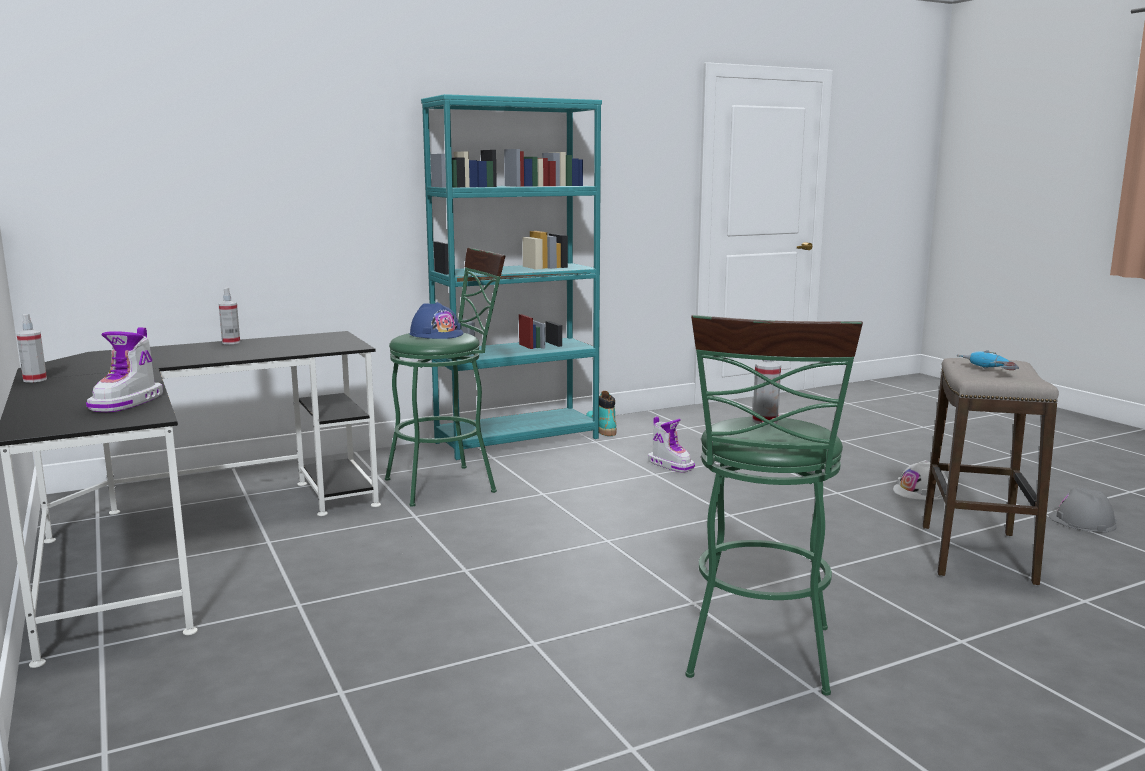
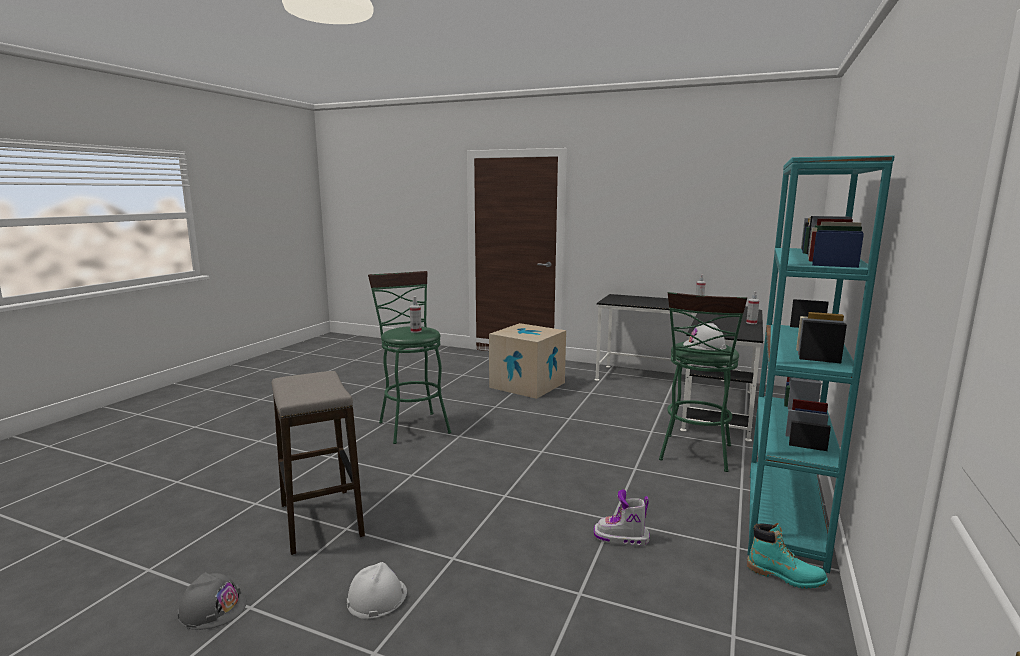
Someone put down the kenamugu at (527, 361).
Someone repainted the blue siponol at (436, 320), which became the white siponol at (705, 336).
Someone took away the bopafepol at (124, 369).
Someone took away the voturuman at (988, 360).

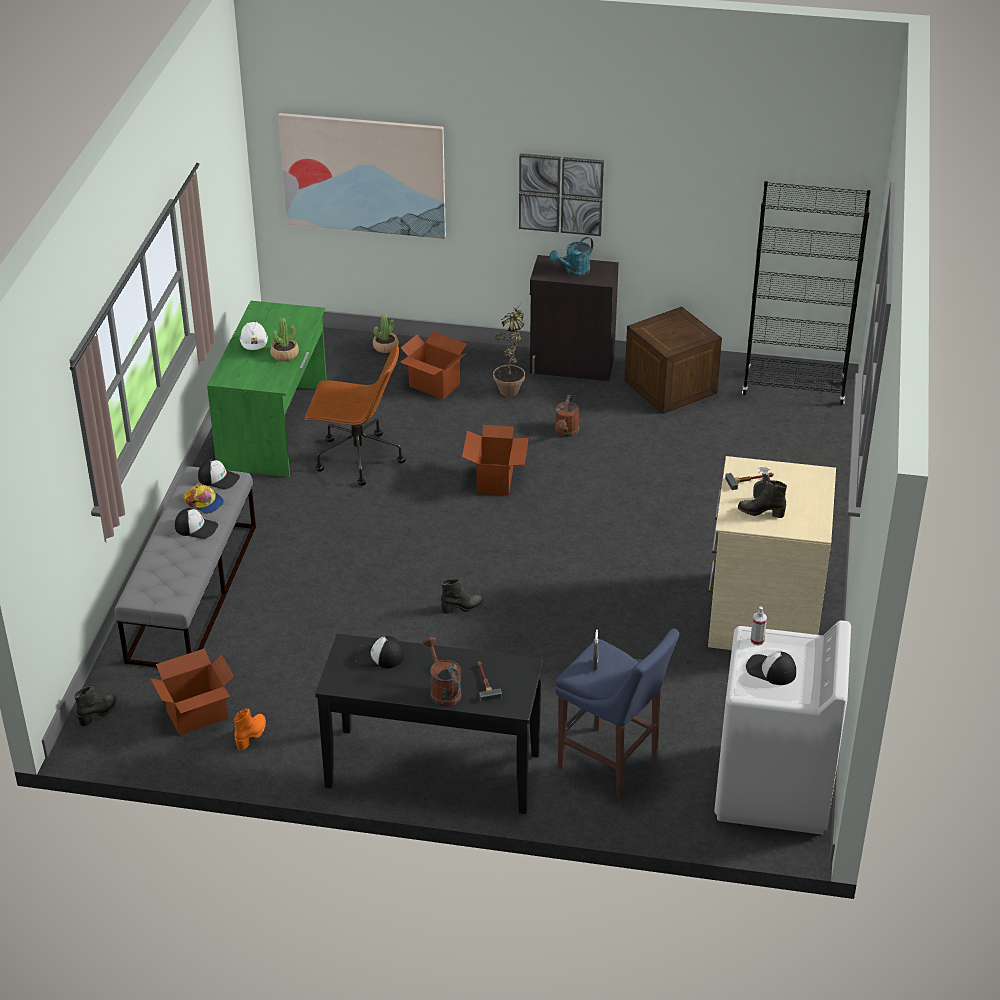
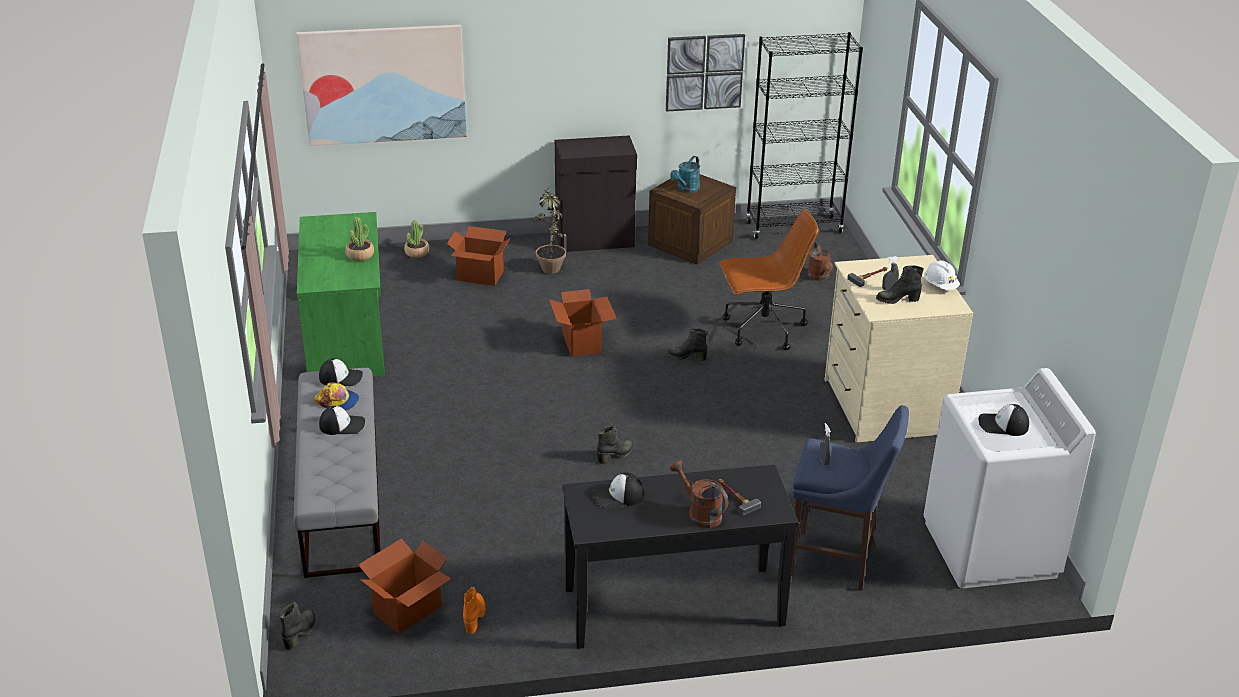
Someone carried the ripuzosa from (561, 194) to (705, 73).
Someone put down the black bopafepol at (687, 344).
Someone carried the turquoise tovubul from (571, 257) to (685, 174).
Someone carried the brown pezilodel from (354, 415) to (769, 279).
Someone carried the brown tovubul from (567, 416) to (820, 261).
Someone carried the white siponol from (254, 336) to (942, 275).
Someone took away the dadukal at (758, 626).

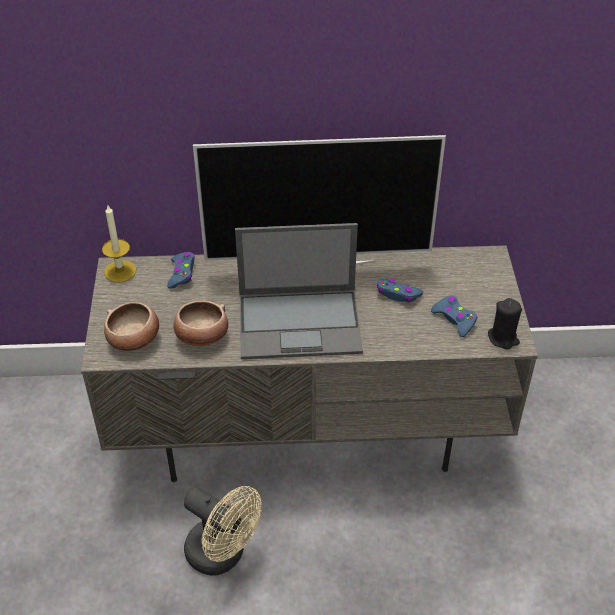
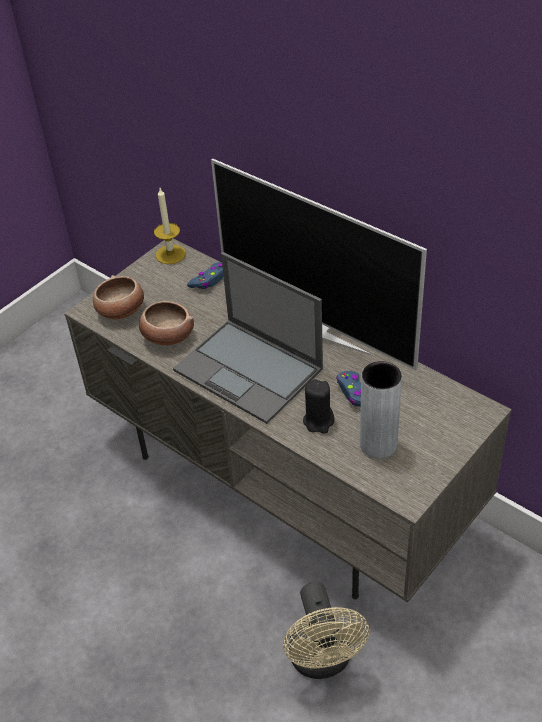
Someone carried the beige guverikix from (223, 531) to (326, 630).
Someone carried the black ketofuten from (505, 324) to (318, 406).
Someone swapped the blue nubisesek at (454, 316) for the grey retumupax at (381, 410).

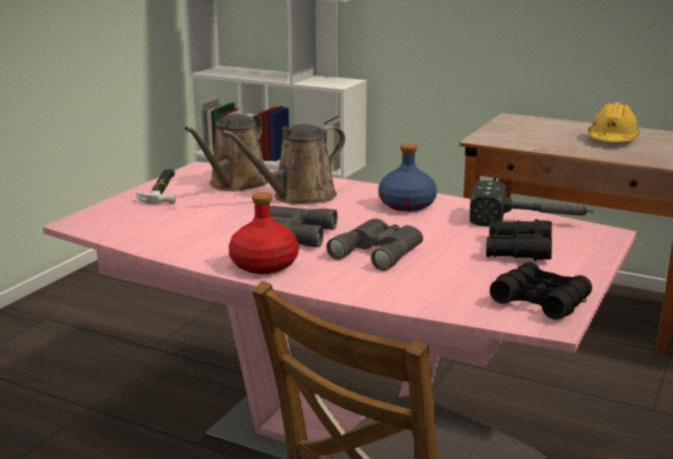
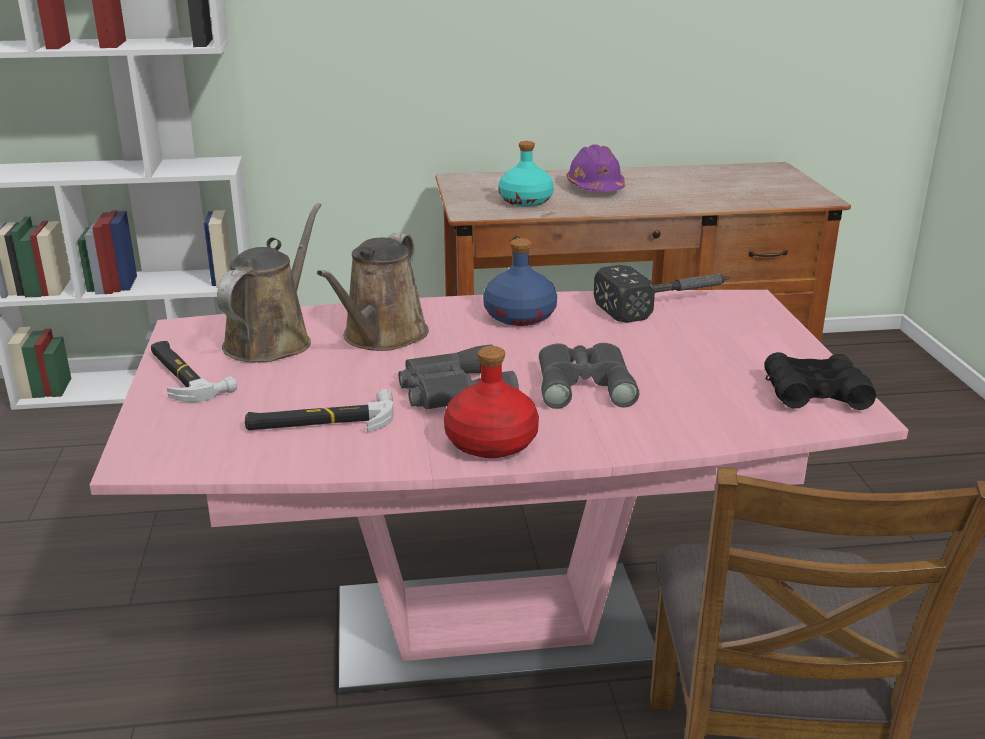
Someone rotated the brown tovubul at (226, 152) by 150 degrees counterclockwise.
Someone put down the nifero at (319, 410).
Someone put down the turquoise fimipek at (526, 174).
Someone repainted the yellow siponol at (614, 122), which became the purple siponol at (595, 168).
Someone took away the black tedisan at (519, 240).

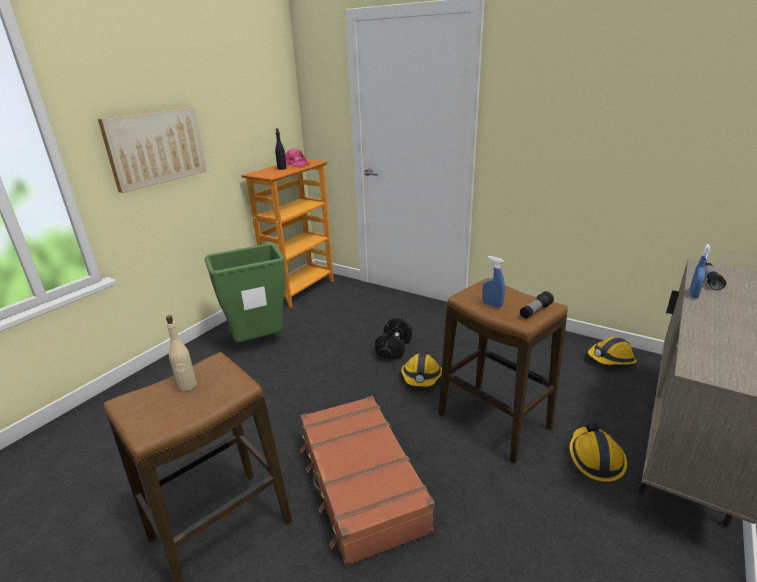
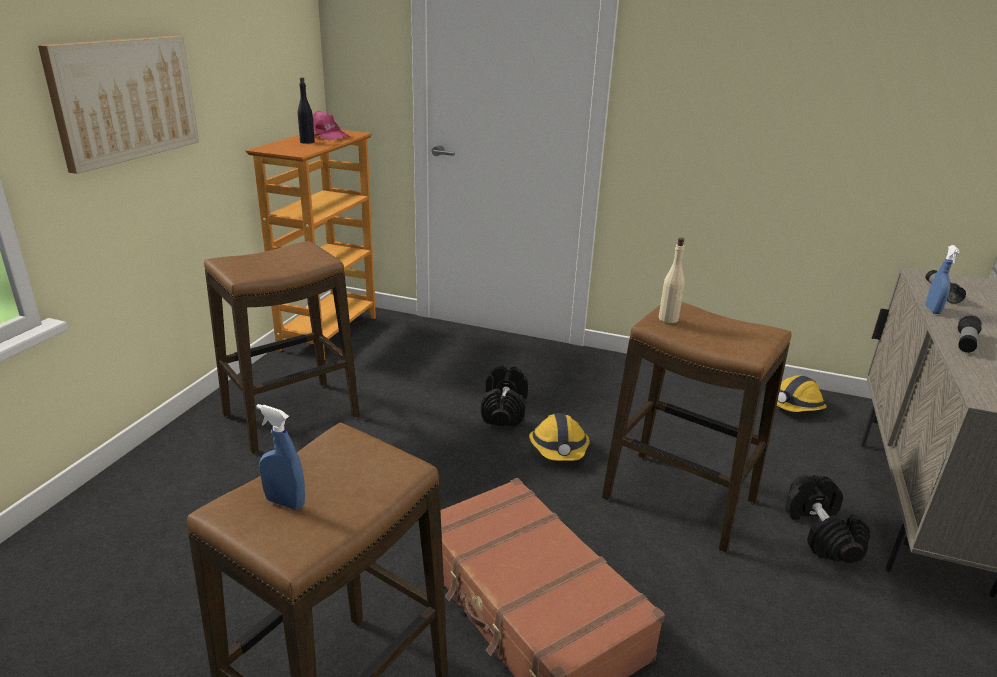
Someone swapped the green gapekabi at (245, 293) for the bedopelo at (282, 347).
Someone carried the blue dadukal from (493, 282) to (280, 457).
Someone carried the beige fimipek from (181, 353) to (672, 280).
Someone swapped the siponol at (598, 452) for the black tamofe at (828, 519).
Someone carried the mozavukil from (537, 304) to (970, 334).

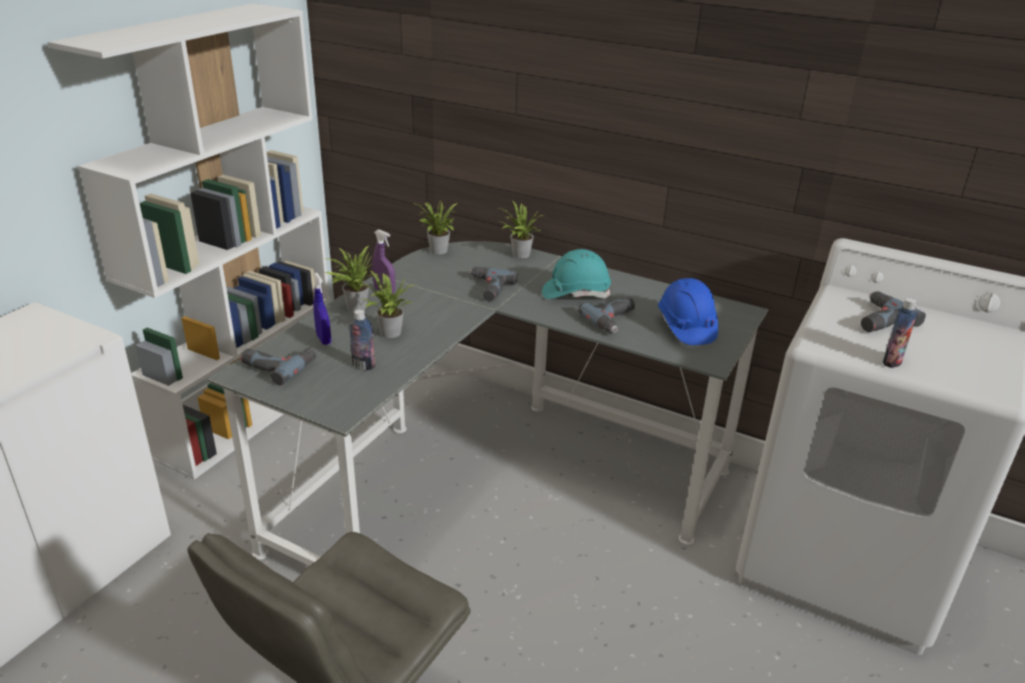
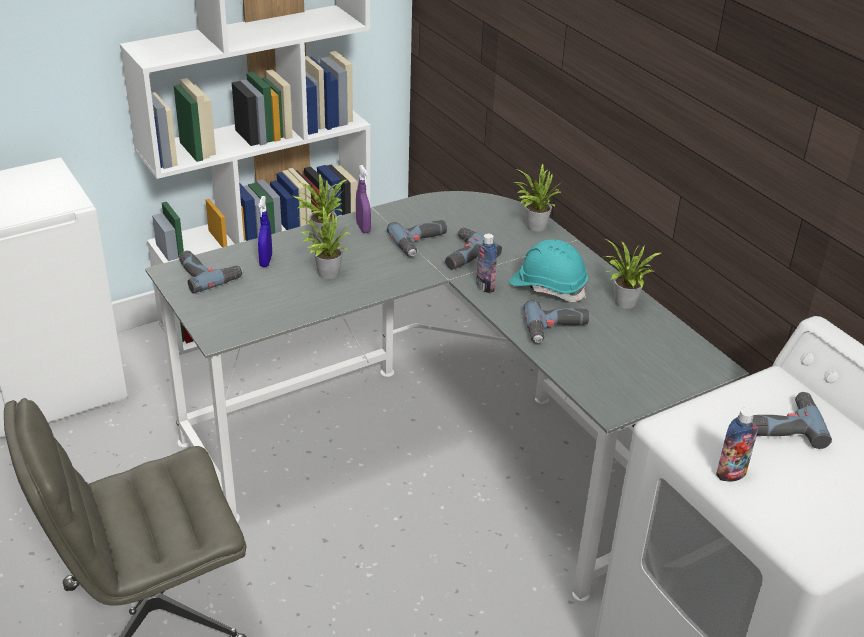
Someone put down the voturuman at (417, 238).
Someone carried the fimipek from (362, 339) to (486, 263).
Someone carried the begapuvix from (434, 227) to (633, 274).
Someone took away the blue siponol at (688, 311).

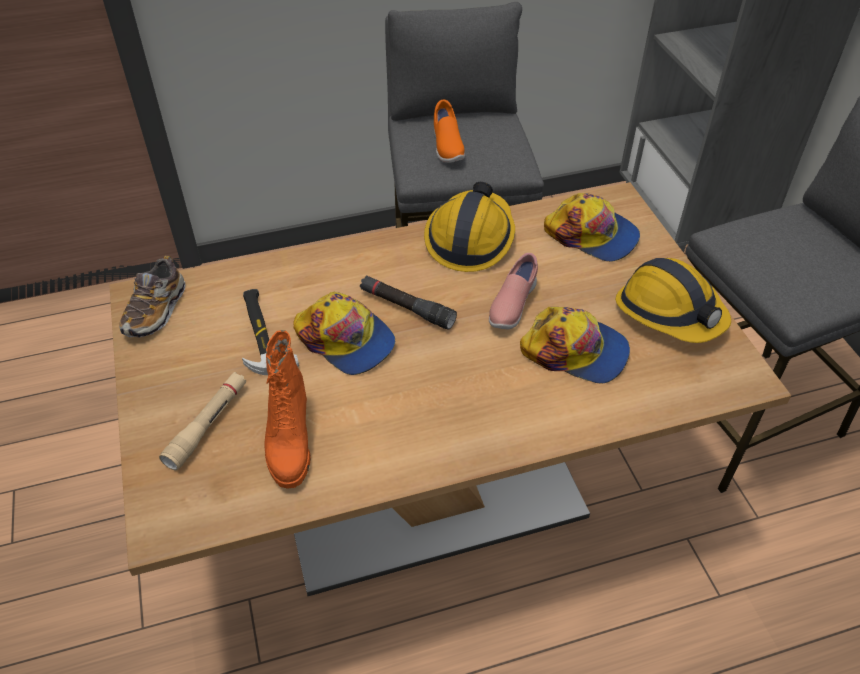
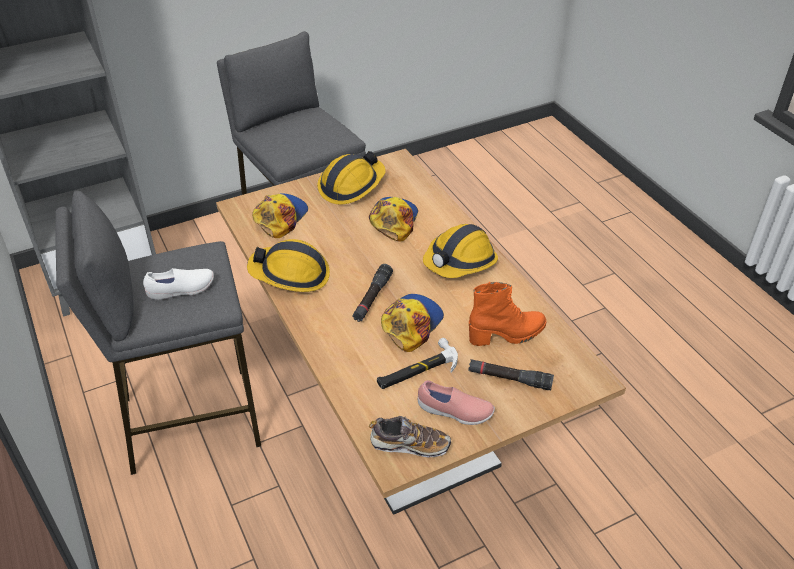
Someone repainted the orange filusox at (449, 131), which became the white filusox at (178, 284).
Someone carried the pink filusox from (513, 291) to (456, 402).
Someone put down the siponol at (460, 251).
Someone repainted the beige mozavukil at (202, 421), which became the black mozavukil at (511, 374).

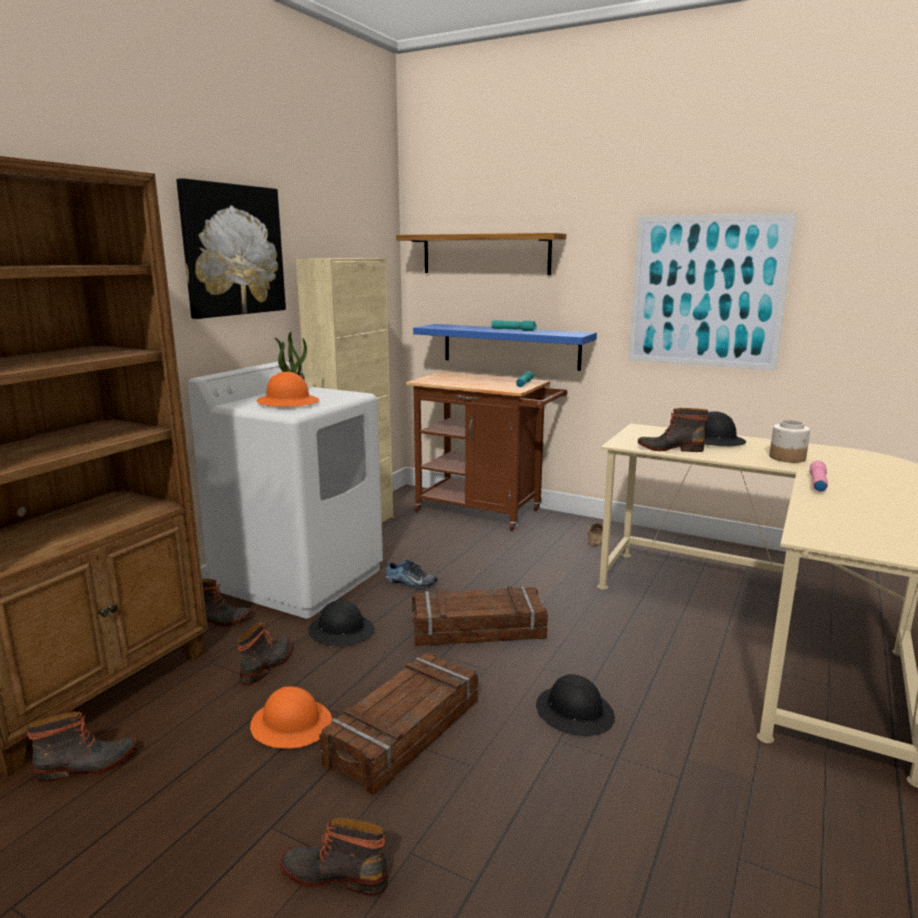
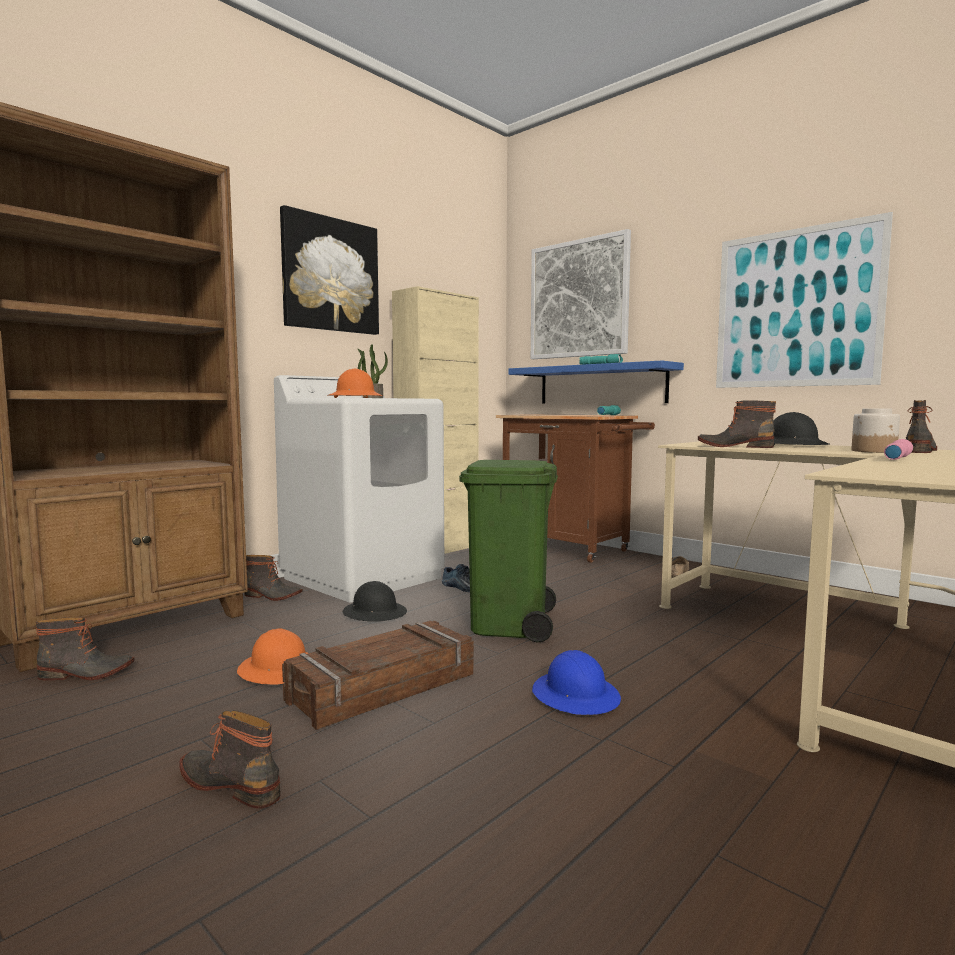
Someone swapped the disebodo at (480, 616) for the green gapekabi at (508, 551).
Someone swapped the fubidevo at (481, 254) for the ripuzosa at (581, 294).
Someone repainted the black siponol at (575, 705), which became the blue siponol at (576, 682).
Someone carried the bopafepol from (265, 653) to (921, 426).

